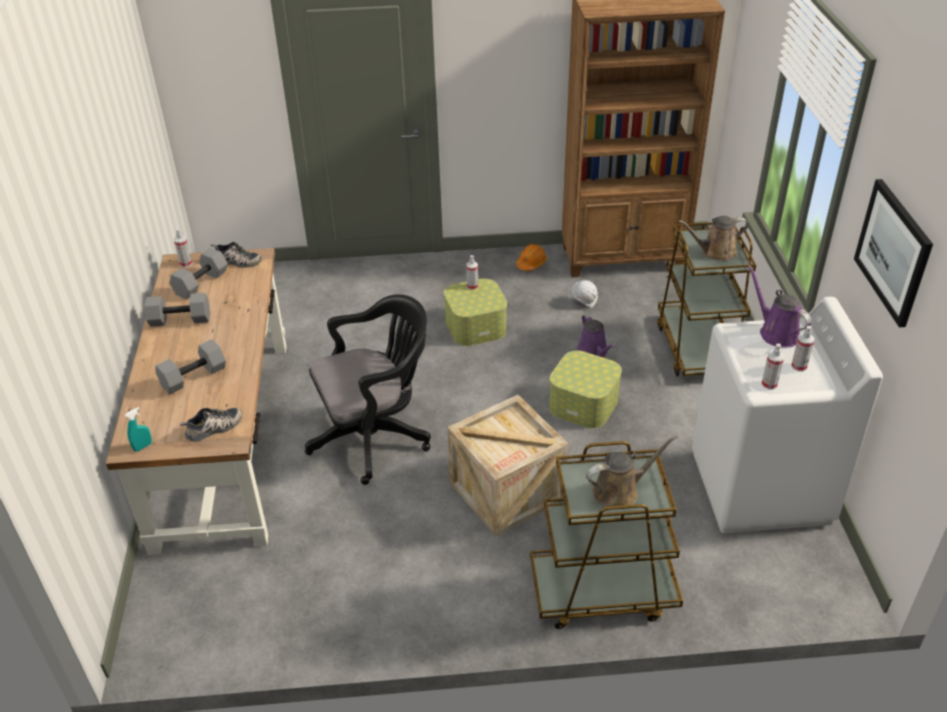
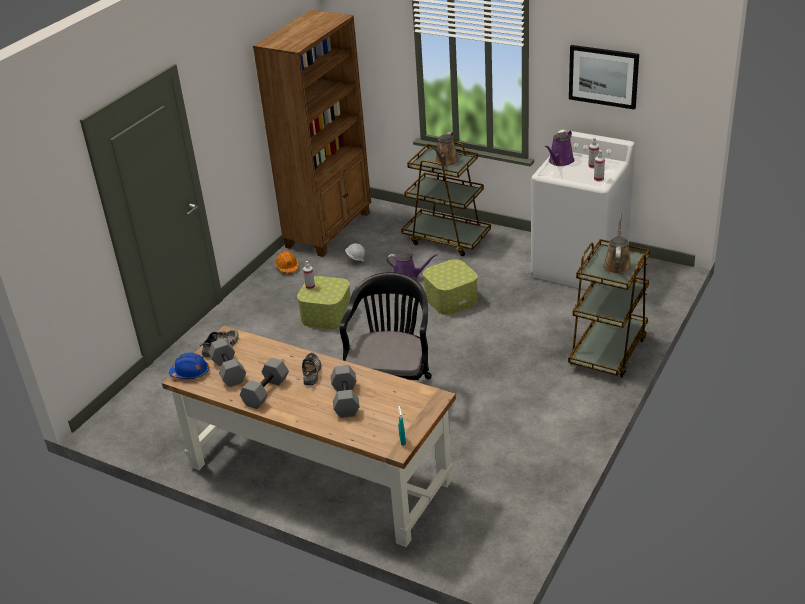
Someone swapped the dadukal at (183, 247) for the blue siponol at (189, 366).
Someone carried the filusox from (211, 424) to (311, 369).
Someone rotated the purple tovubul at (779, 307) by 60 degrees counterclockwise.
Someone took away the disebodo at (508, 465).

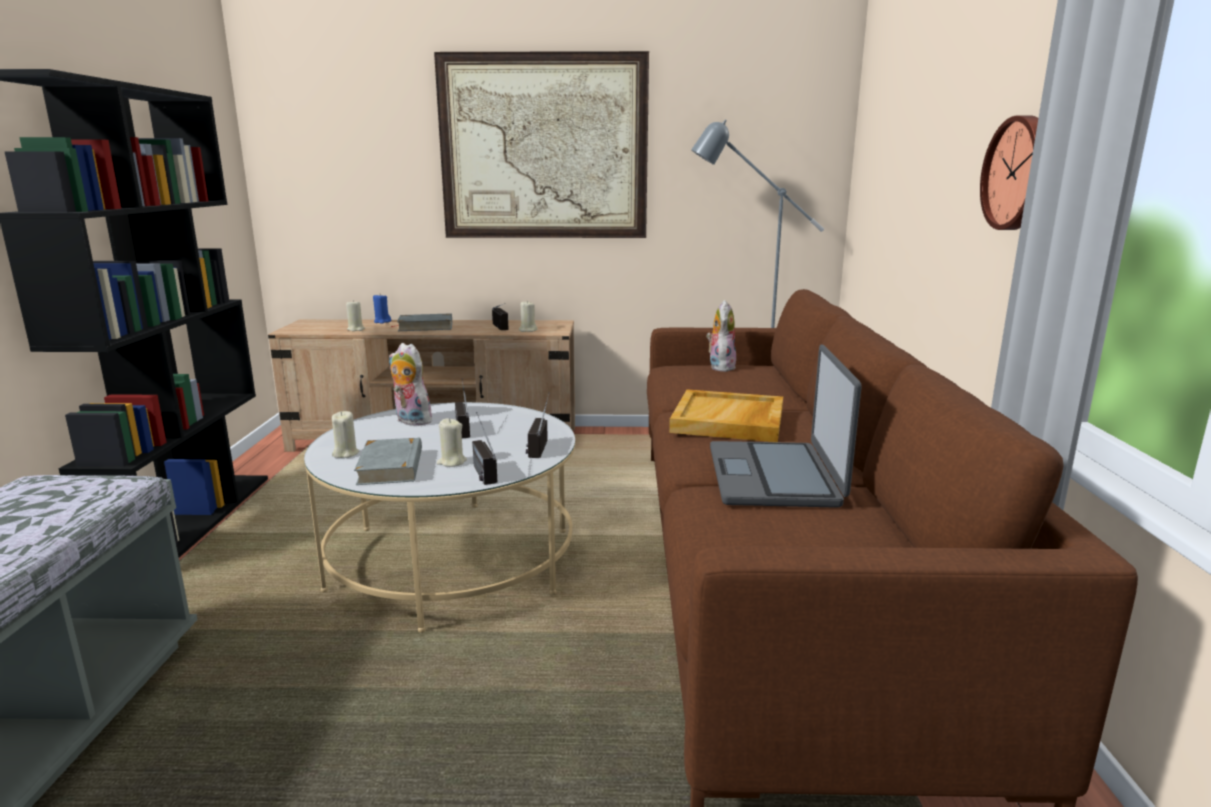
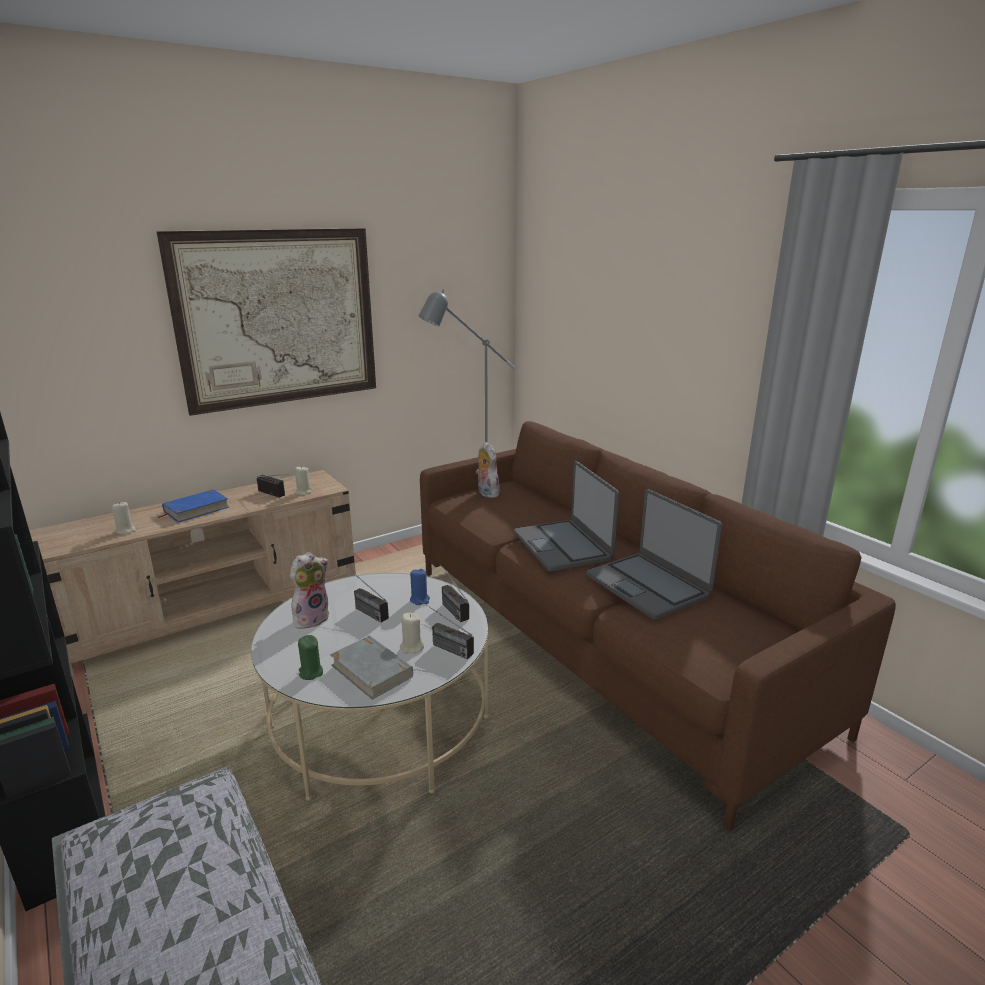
Someone repainted the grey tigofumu at (421, 322), which became the blue tigofumu at (193, 505).
Someone rotated the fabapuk at (411, 384) by 135 degrees clockwise.
Someone repainted the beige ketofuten at (345, 434), which became the green ketofuten at (310, 657).
Someone carried the blue ketofuten from (382, 309) to (420, 587).
Someone swapped the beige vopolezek at (726, 415) for the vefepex at (566, 516).
Someone took away the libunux at (1009, 172).

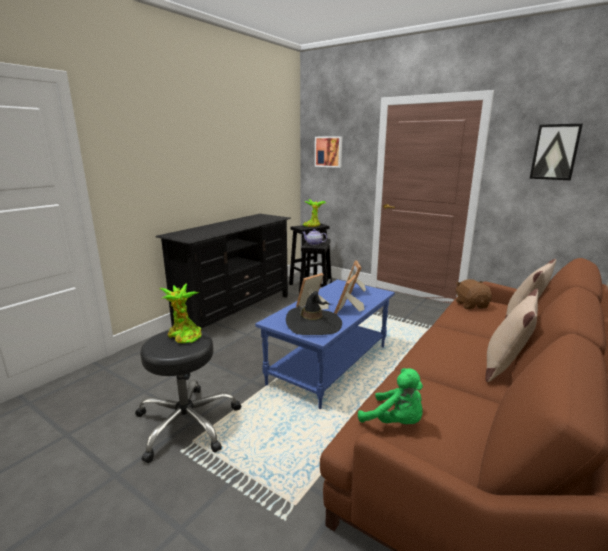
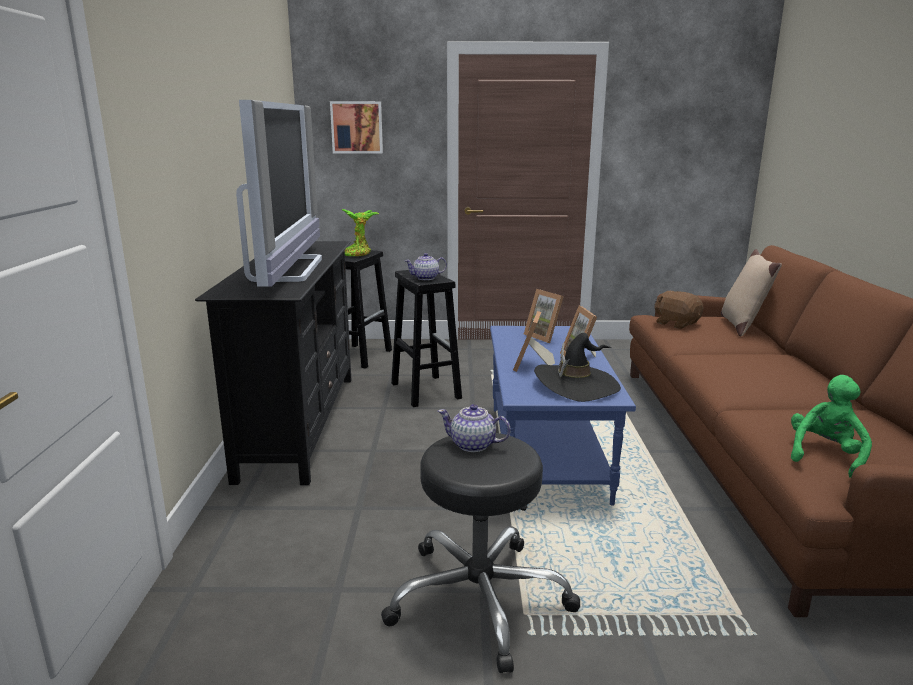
Someone put down the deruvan at (279, 193).
Someone swapped the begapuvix at (181, 313) for the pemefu at (474, 428).
Someone rotated the green fabapuk at (390, 396) by 60 degrees counterclockwise.
Someone took away the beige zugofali at (512, 335).
Someone took away the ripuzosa at (556, 152).

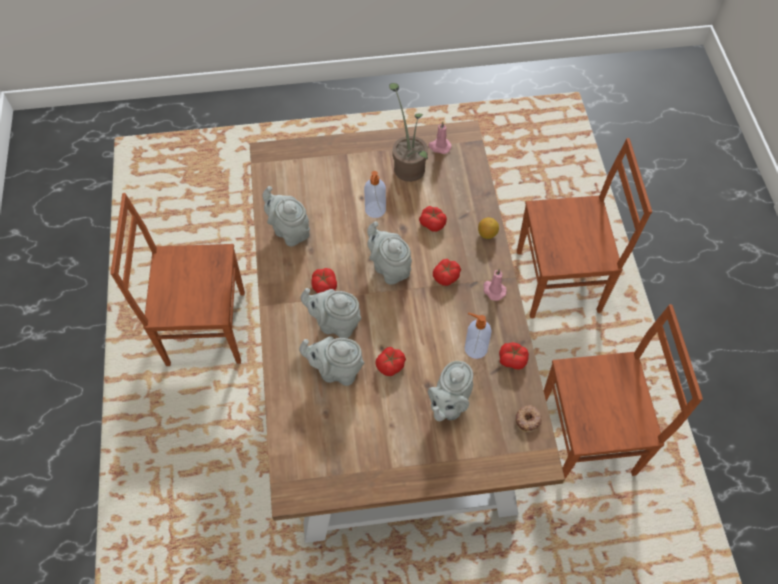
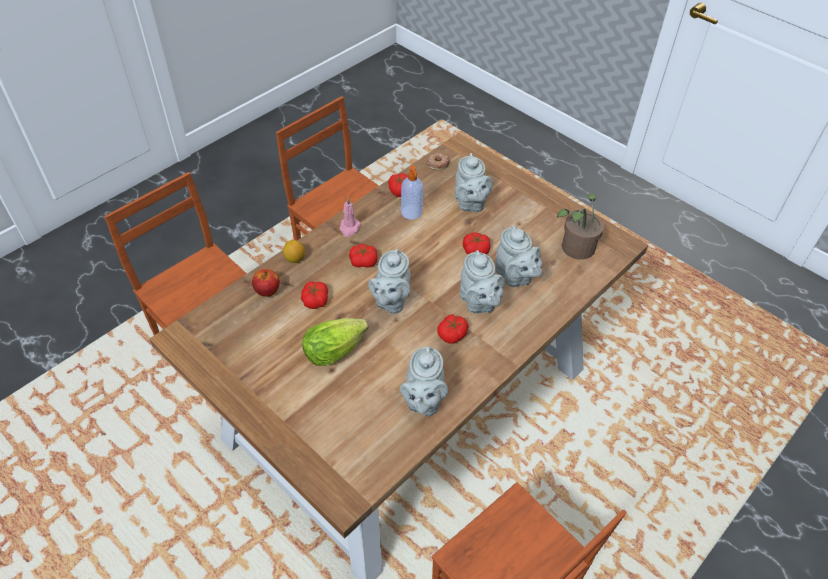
Someone put down the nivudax at (266, 283).
Someone swapped the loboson at (375, 194) for the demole at (335, 342).
Someone rotated the grey pemefu at (450, 391) by 90 degrees clockwise.
Someone carried the begapuvix from (408, 132) to (580, 227).
Someone took away the pink ketofuten at (440, 137).

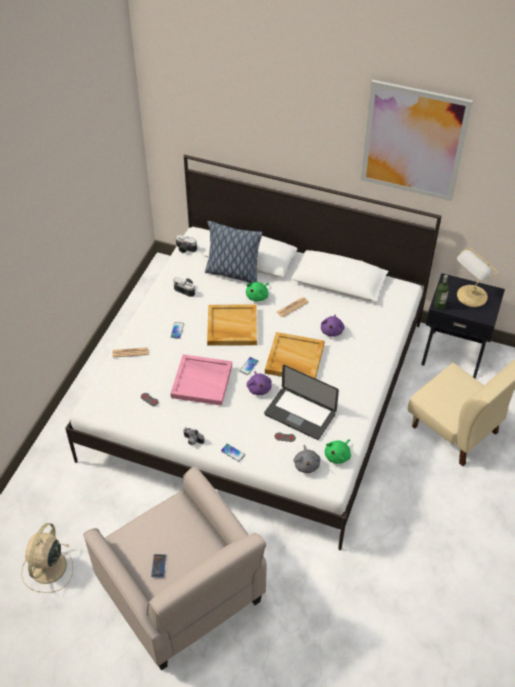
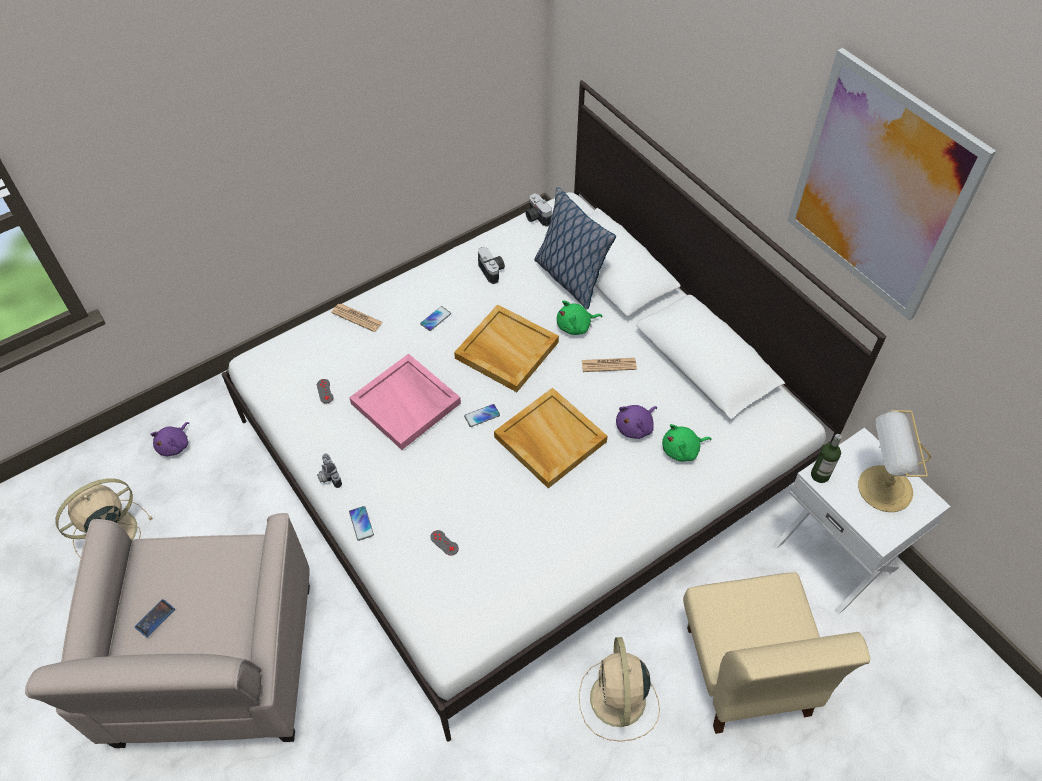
Someone carried the purple fabapuk from (259, 383) to (169, 439).
Someone put down the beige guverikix at (619, 689).
Someone carried the green fabapuk from (338, 451) to (687, 442).
Someone repainted the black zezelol at (463, 326), which became the white zezelol at (862, 521).
Someone took away the vefepex at (301, 402).
Someone took away the grey fabapuk at (307, 459).

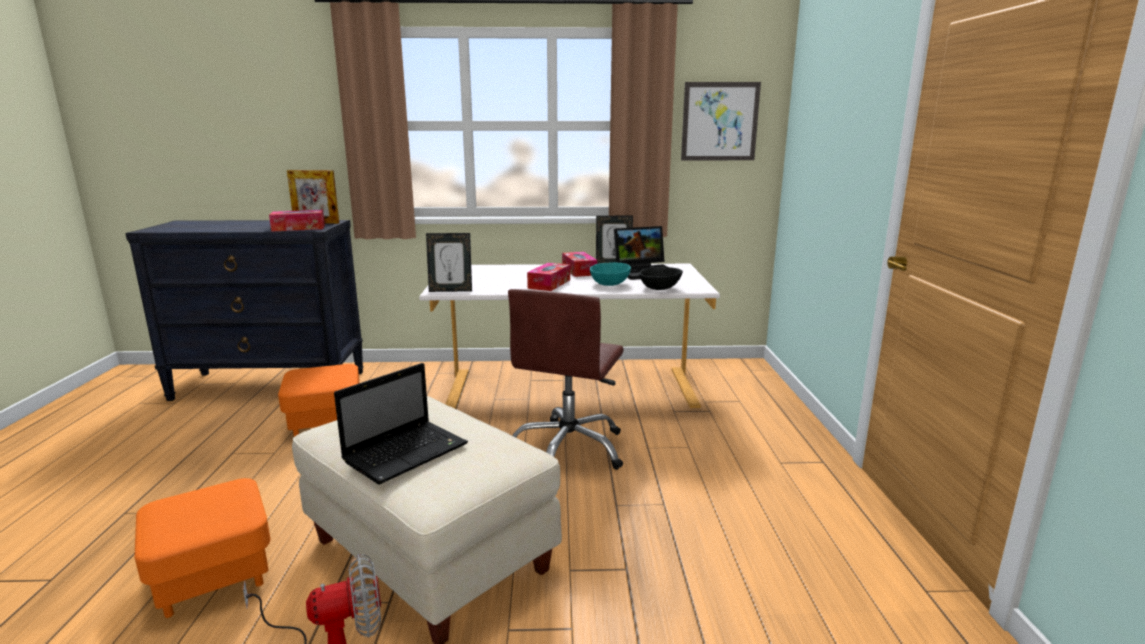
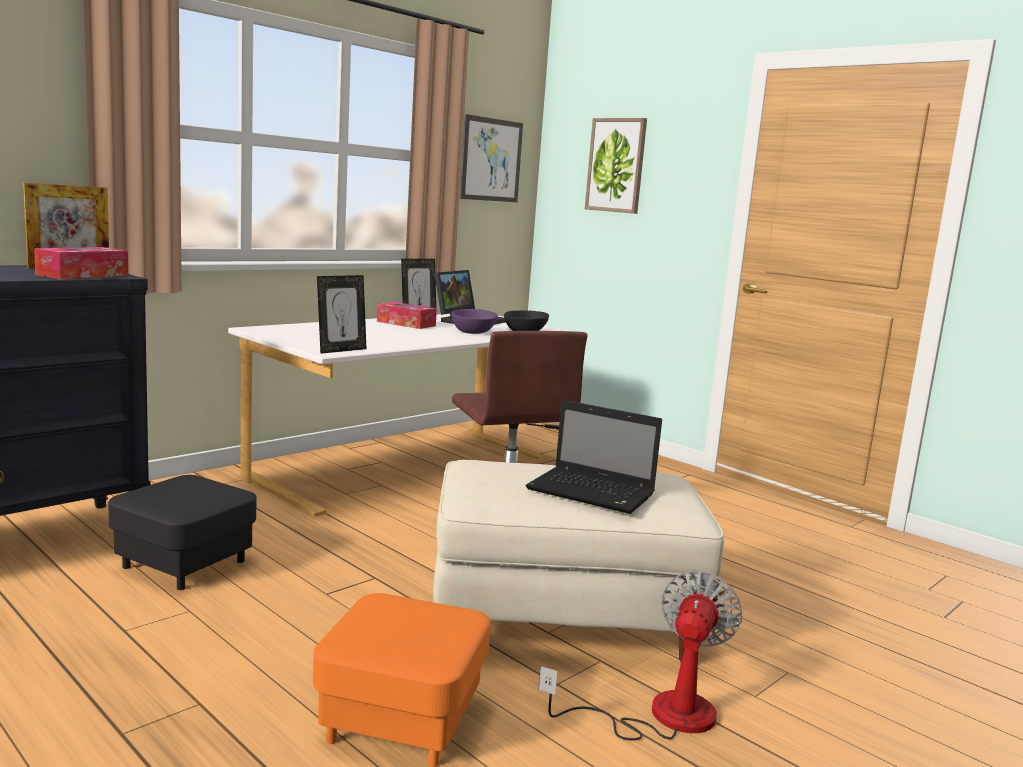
Someone repainted the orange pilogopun at (319, 400), which became the black pilogopun at (182, 532).
Someone repainted the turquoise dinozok at (610, 274), which became the purple dinozok at (474, 321).
Someone rotated the vefepex at (401, 423) by 120 degrees clockwise.
Someone put up the ripuzosa at (616, 166).
Someone took away the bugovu at (548, 277).

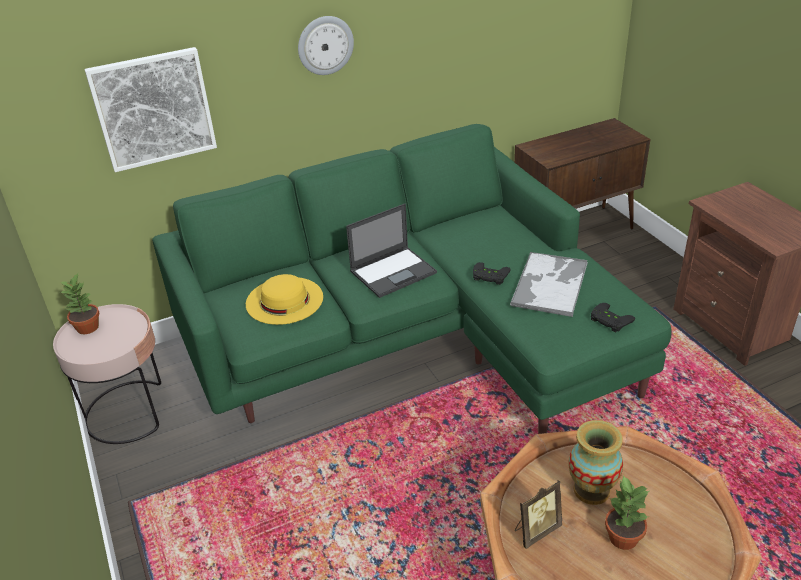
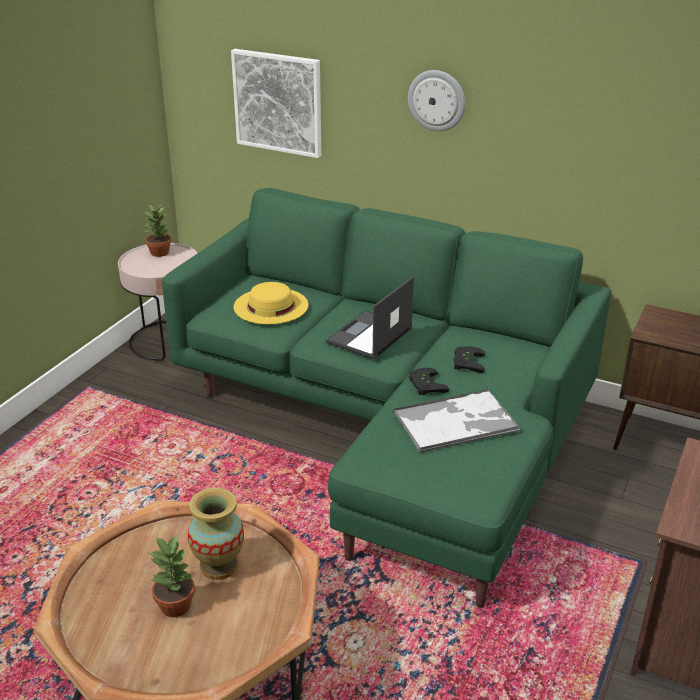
Someone rotated the vefepex at (391, 250) by 105 degrees clockwise.
Someone carried the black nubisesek from (613, 317) to (469, 359).
Someone took away the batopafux at (538, 514).

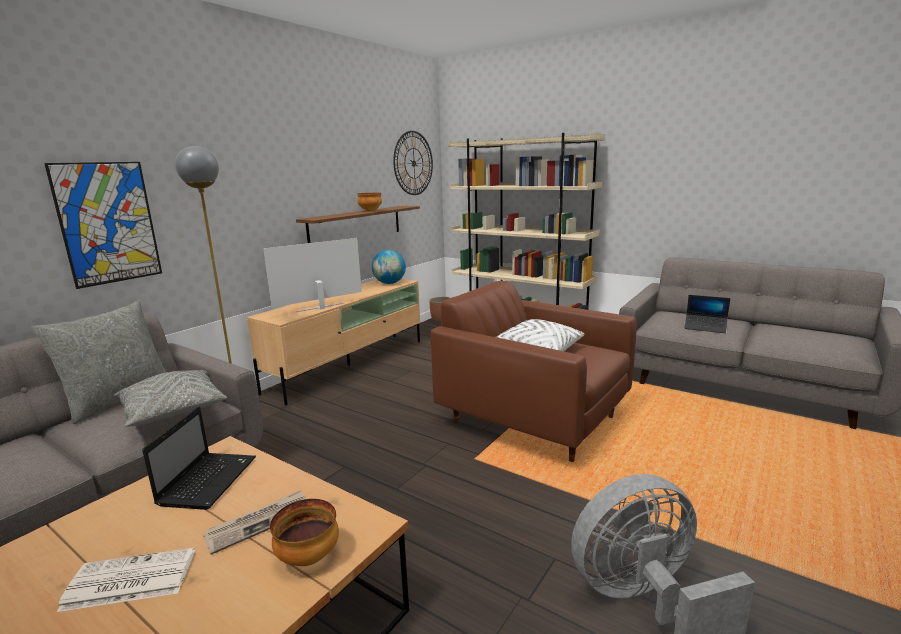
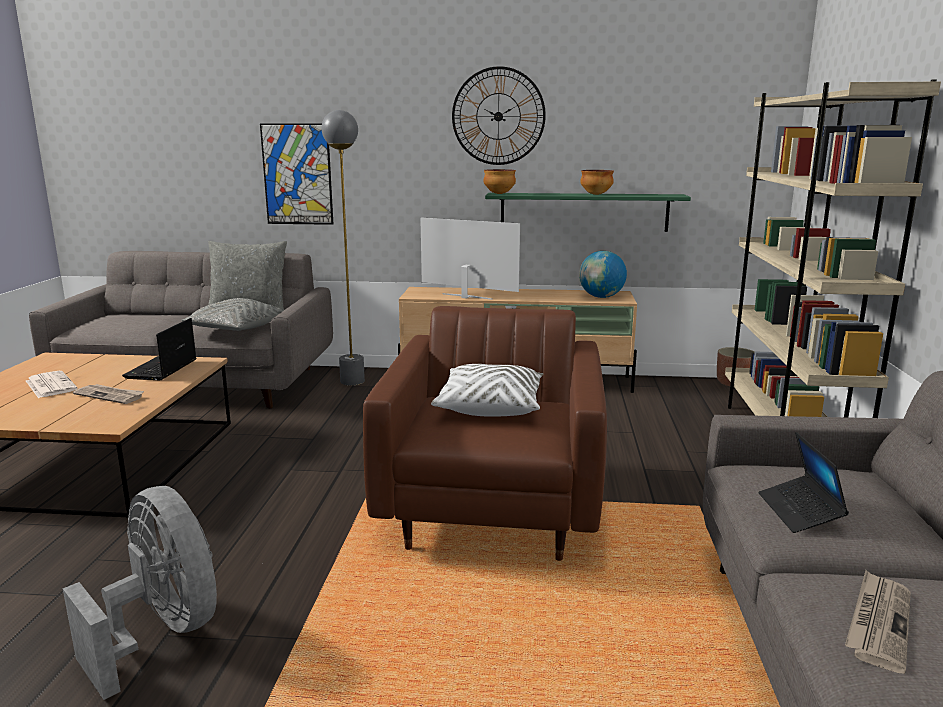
Someone rotated the vefepex at (199, 458) by 120 degrees clockwise.
Someone carried the libunux from (413, 163) to (499, 115).
Someone carried the dinozok from (304, 532) to (499, 181).
Someone repainted the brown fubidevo at (358, 224), which became the green fubidevo at (588, 212).
Someone put down the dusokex at (878, 622).

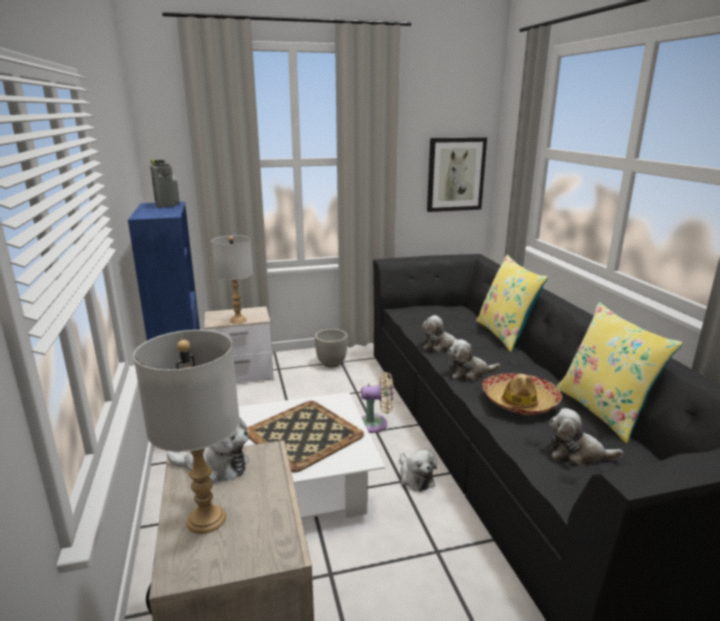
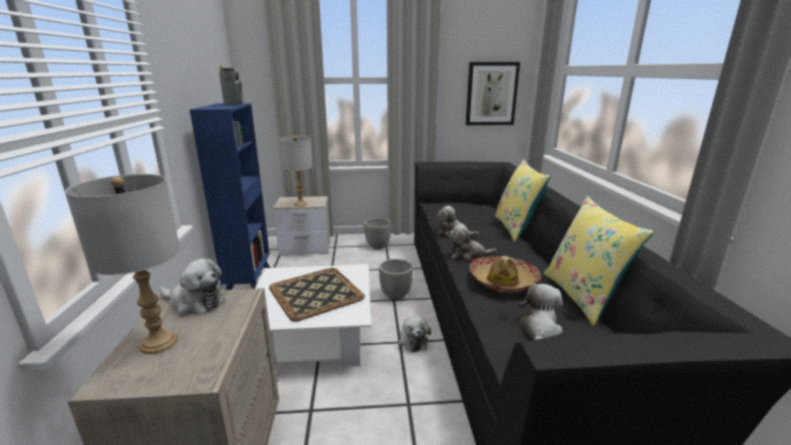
Someone swapped the beige guverikix at (377, 402) for the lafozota at (396, 279).
Someone rotated the fabapuk at (586, 437) by 90 degrees clockwise.

